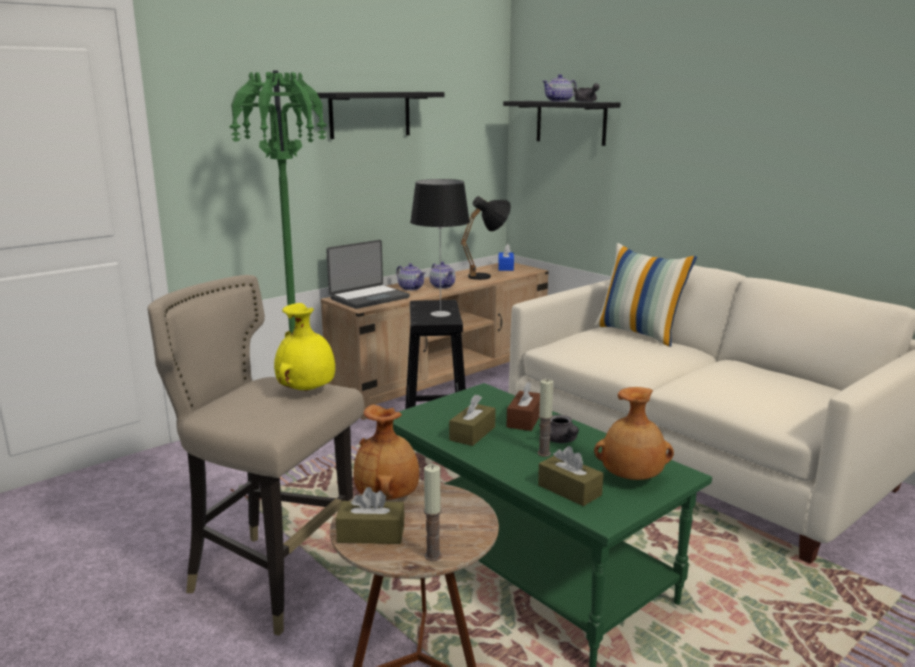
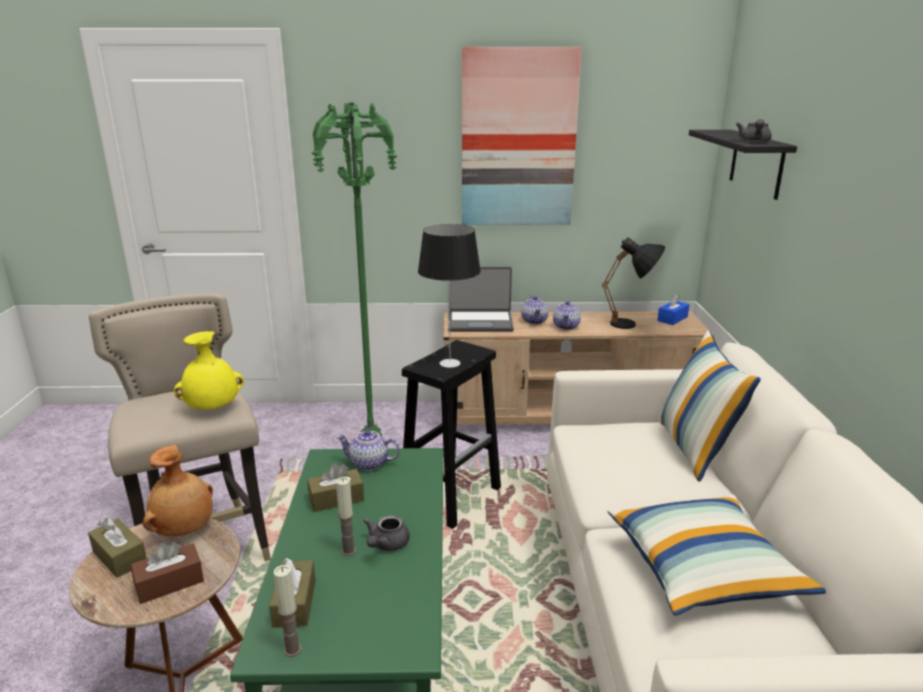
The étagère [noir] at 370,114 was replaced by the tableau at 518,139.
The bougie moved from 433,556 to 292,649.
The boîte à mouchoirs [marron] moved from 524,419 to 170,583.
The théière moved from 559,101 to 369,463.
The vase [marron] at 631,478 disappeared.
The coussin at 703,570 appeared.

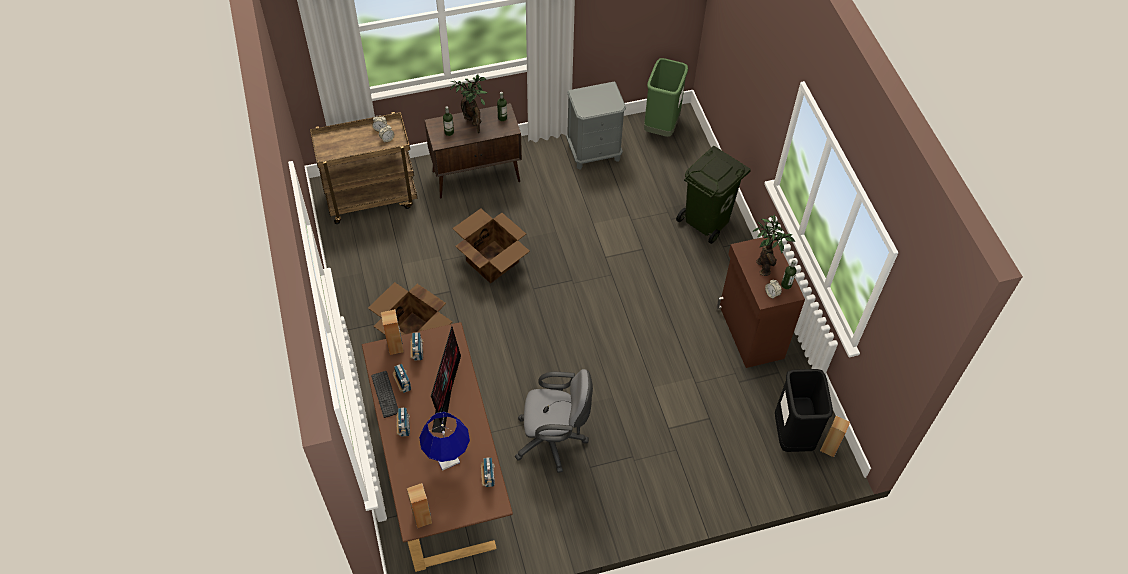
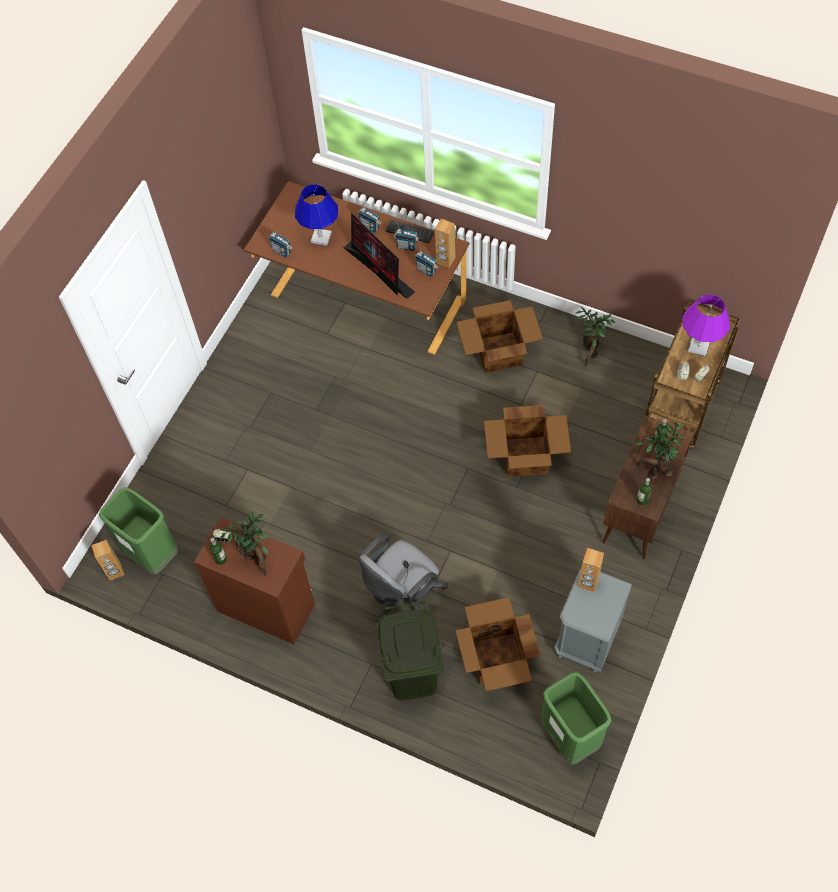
The enceinte [marron] moved from 422,518 to 588,583.
The chaise de bureau [gris] moved from 554,440 to 402,597.
The poubelle [noir] at 792,435 became the poubelle [vert] at 152,554.
The carton at 496,659 appeared.
The plante en pot at 590,353 appeared.
The lampe de table [violet] at 699,347 appeared.

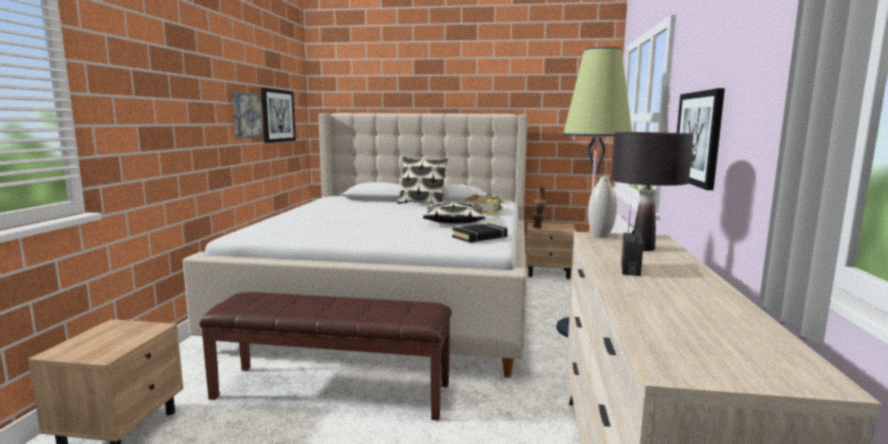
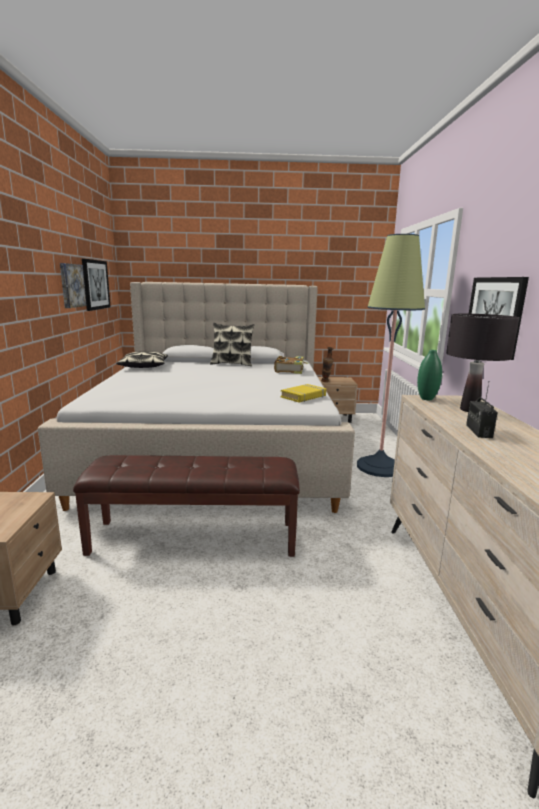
The coussin moved from 454,221 to 144,366.
The livre [noir] at 480,237 became the livre [jaune] at 303,396.
The vase [blanc] at 600,236 became the vase [vert] at 426,399.

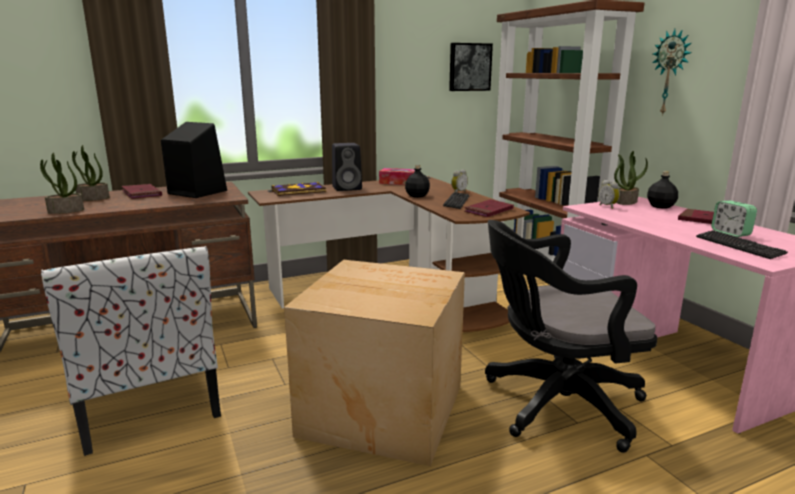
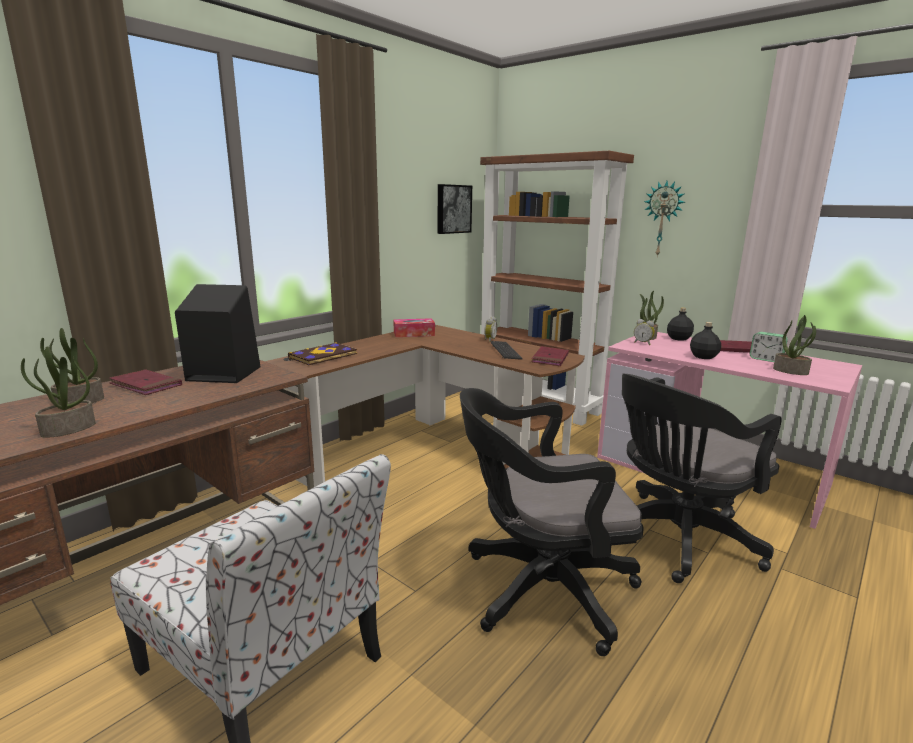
The carton at 381,408 was replaced by the chaise de bureau [noir] at 540,590.
The enceinte [noir] at 348,188 disappeared.
The bouteille [noir] moved from 417,196 to 703,357.
The clavier at 739,246 was replaced by the plante en pot at 791,371.

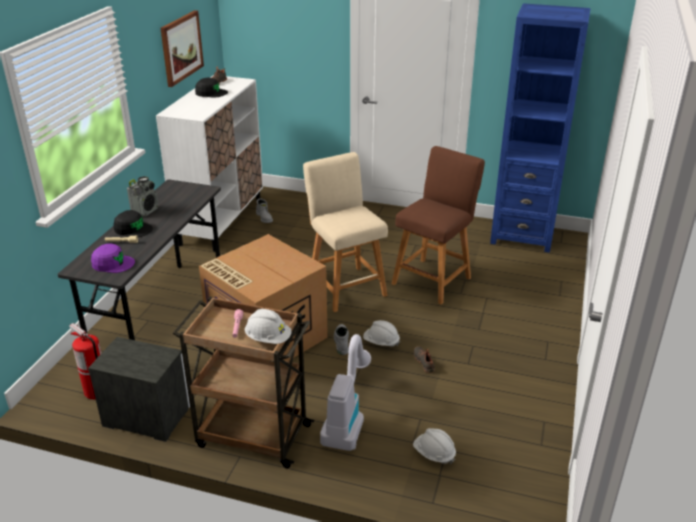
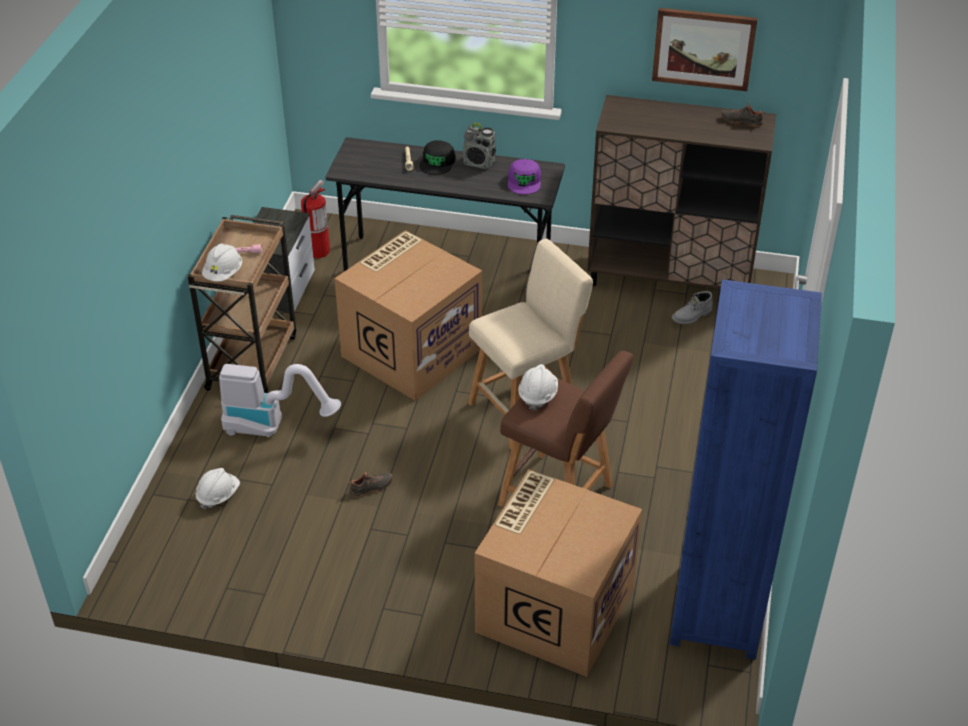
The casquette [violet] moved from 113,263 to 524,181.
The meuble de rangement [blanc] at 221,221 became the meuble de rangement [marron] at 670,278.
The casquette [noir] at 211,93 disappeared.
The botte [gris] at 341,342 disappeared.
The casque de chantier [blanc] moved from 381,342 to 537,395.
The carton at 554,608 appeared.

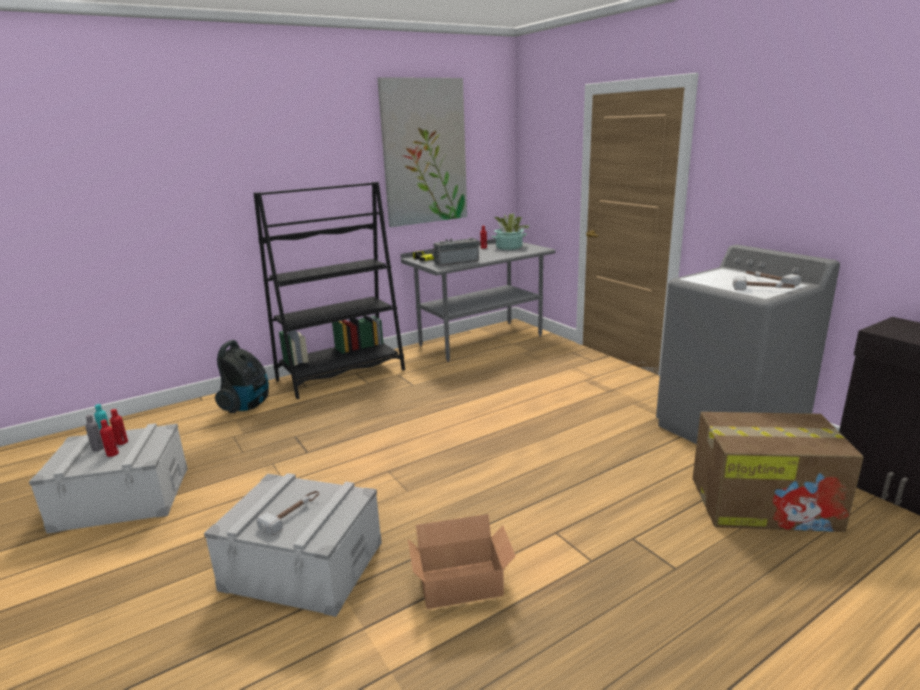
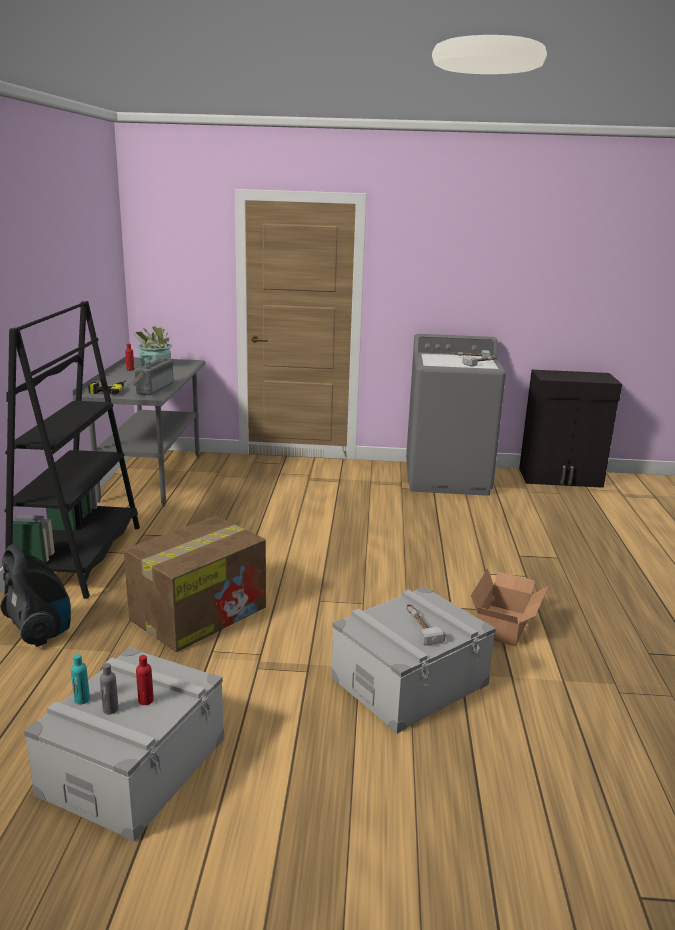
The bouteille [rouge] at 122,442 disappeared.
The tableau at 424,152 disappeared.
The carton moved from 765,503 to 200,612.

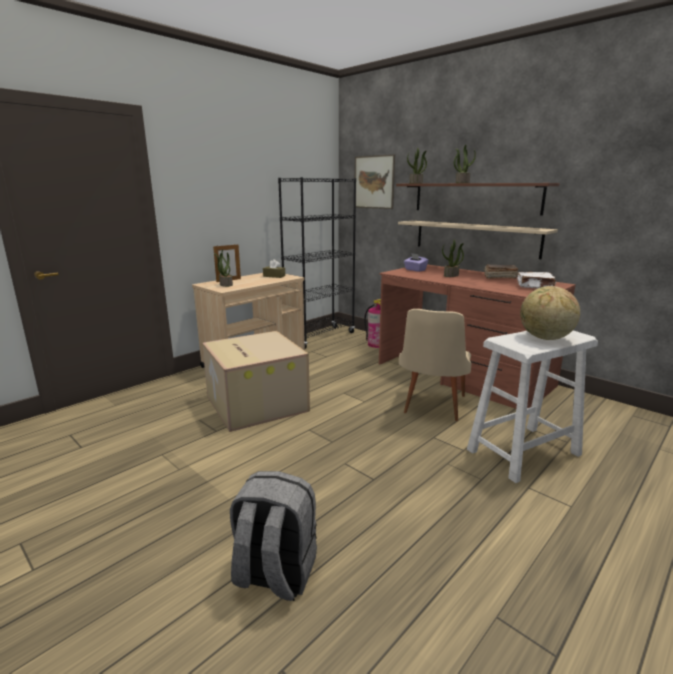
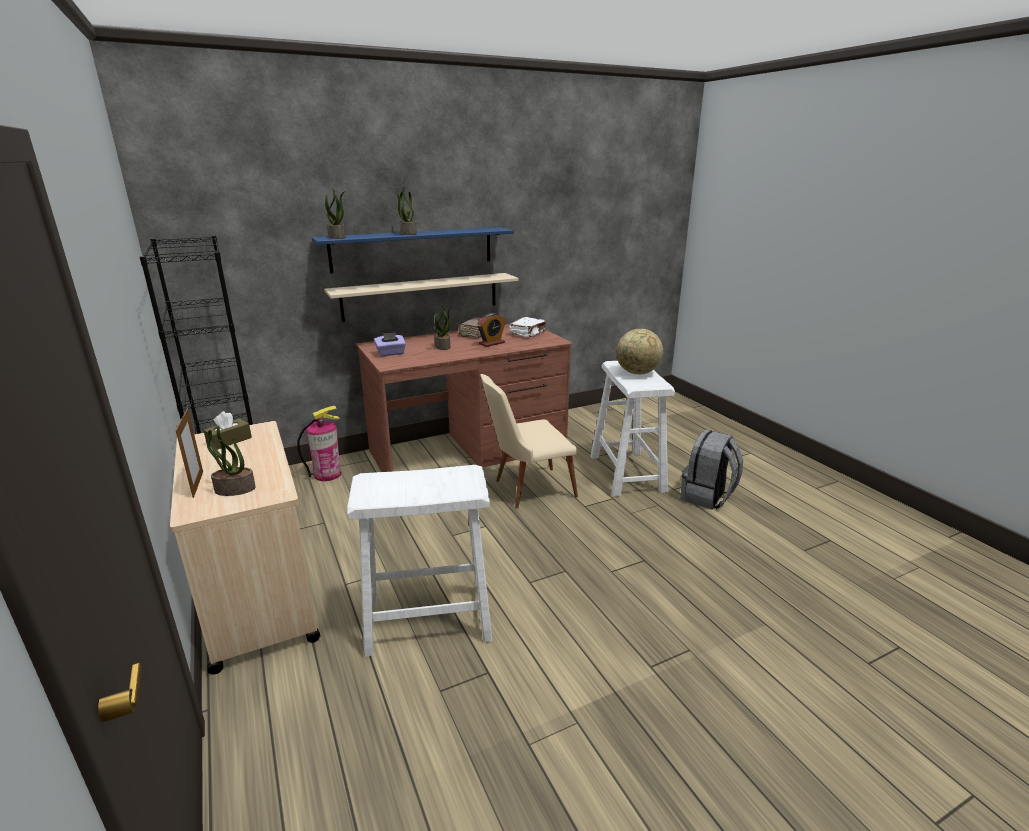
The carton at 255,403 was replaced by the tabouret [blanc] at 427,619.
The sac à dos [gris] moved from 274,574 to 707,497.
The tableau at 374,182 disappeared.
The étagère [marron] at 475,198 became the étagère [bleu] at 413,249.
The chaise [beige] at 432,407 turned 120 degrees clockwise.
The réveil at 492,343 appeared.

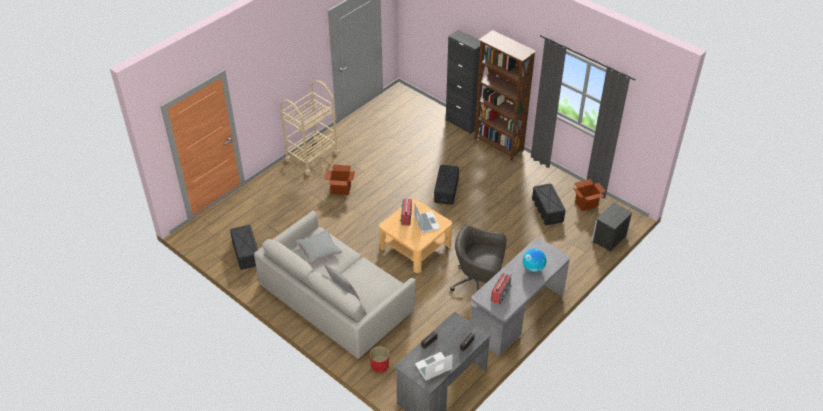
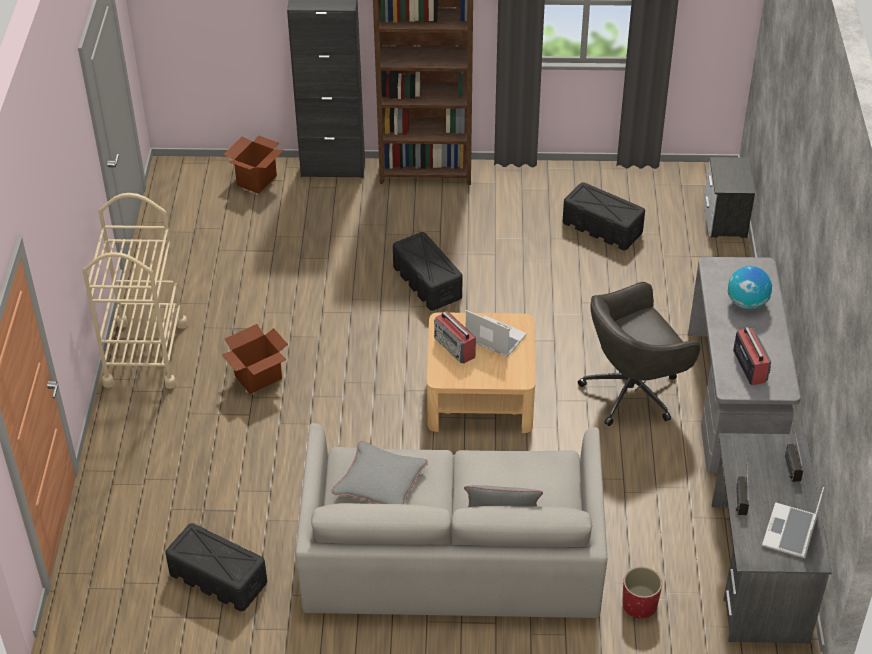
The carton moved from 586,204 to 257,180.

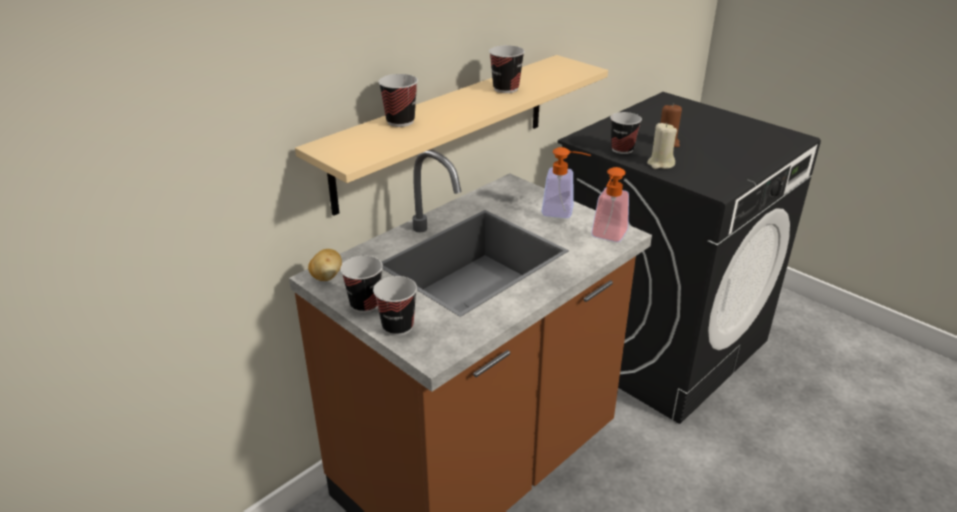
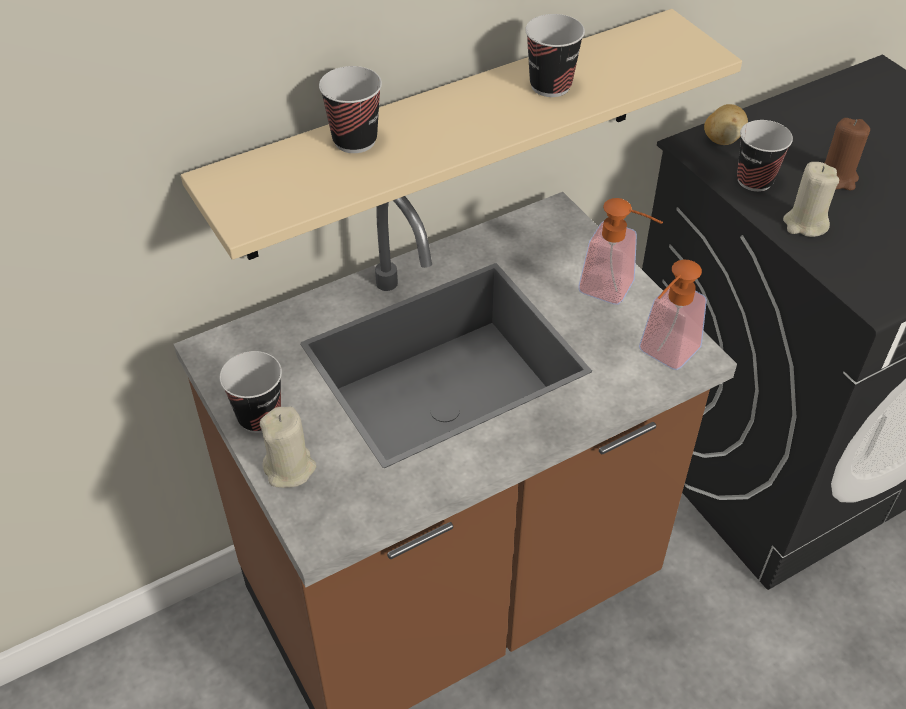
The pomme de terre moved from 327,277 to 722,139.
The tasse at 398,326 was replaced by the bougie [beige] at 290,468.

